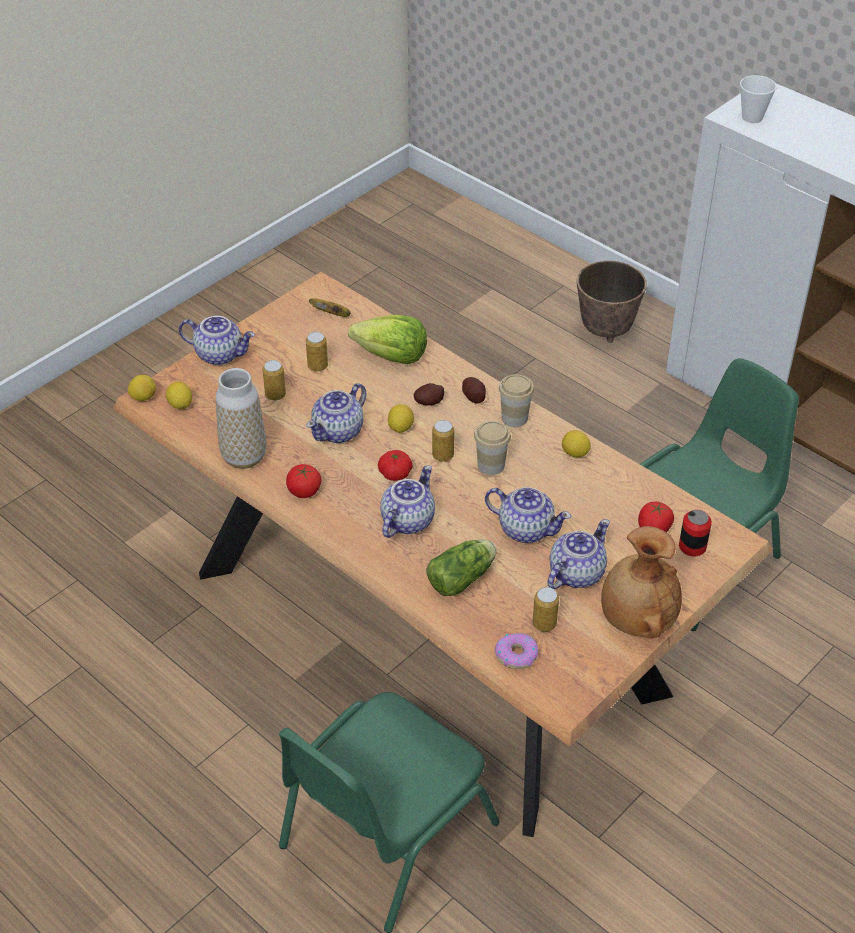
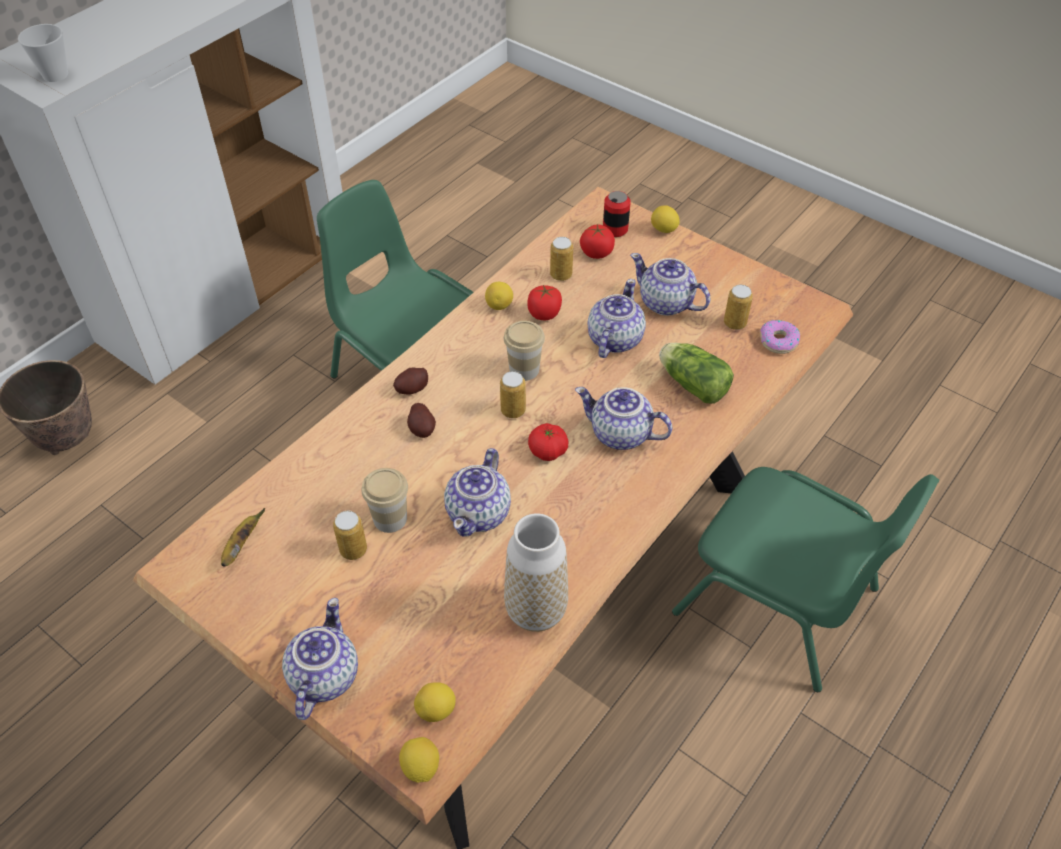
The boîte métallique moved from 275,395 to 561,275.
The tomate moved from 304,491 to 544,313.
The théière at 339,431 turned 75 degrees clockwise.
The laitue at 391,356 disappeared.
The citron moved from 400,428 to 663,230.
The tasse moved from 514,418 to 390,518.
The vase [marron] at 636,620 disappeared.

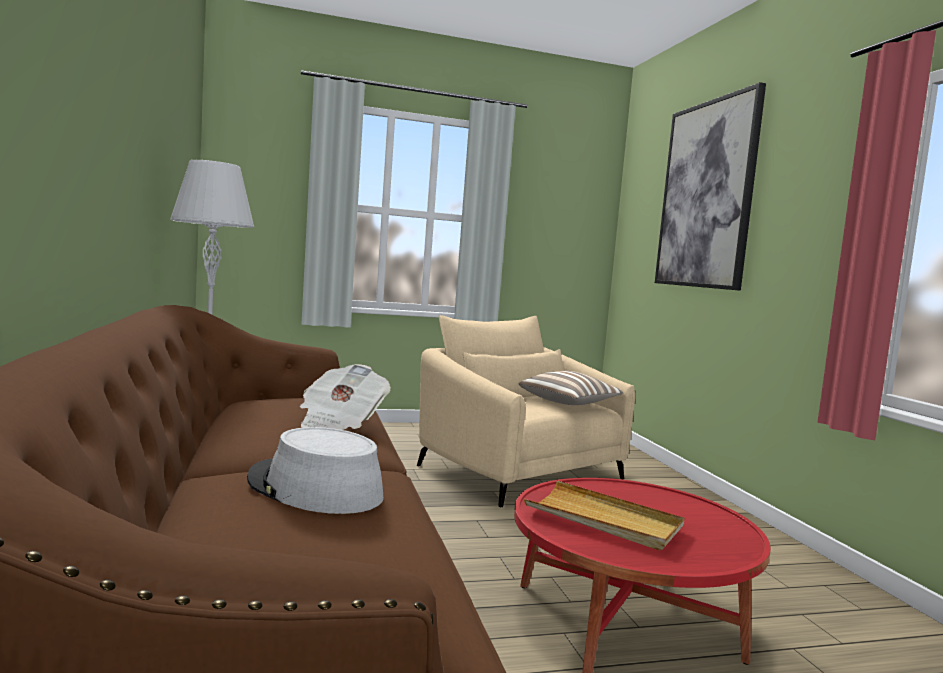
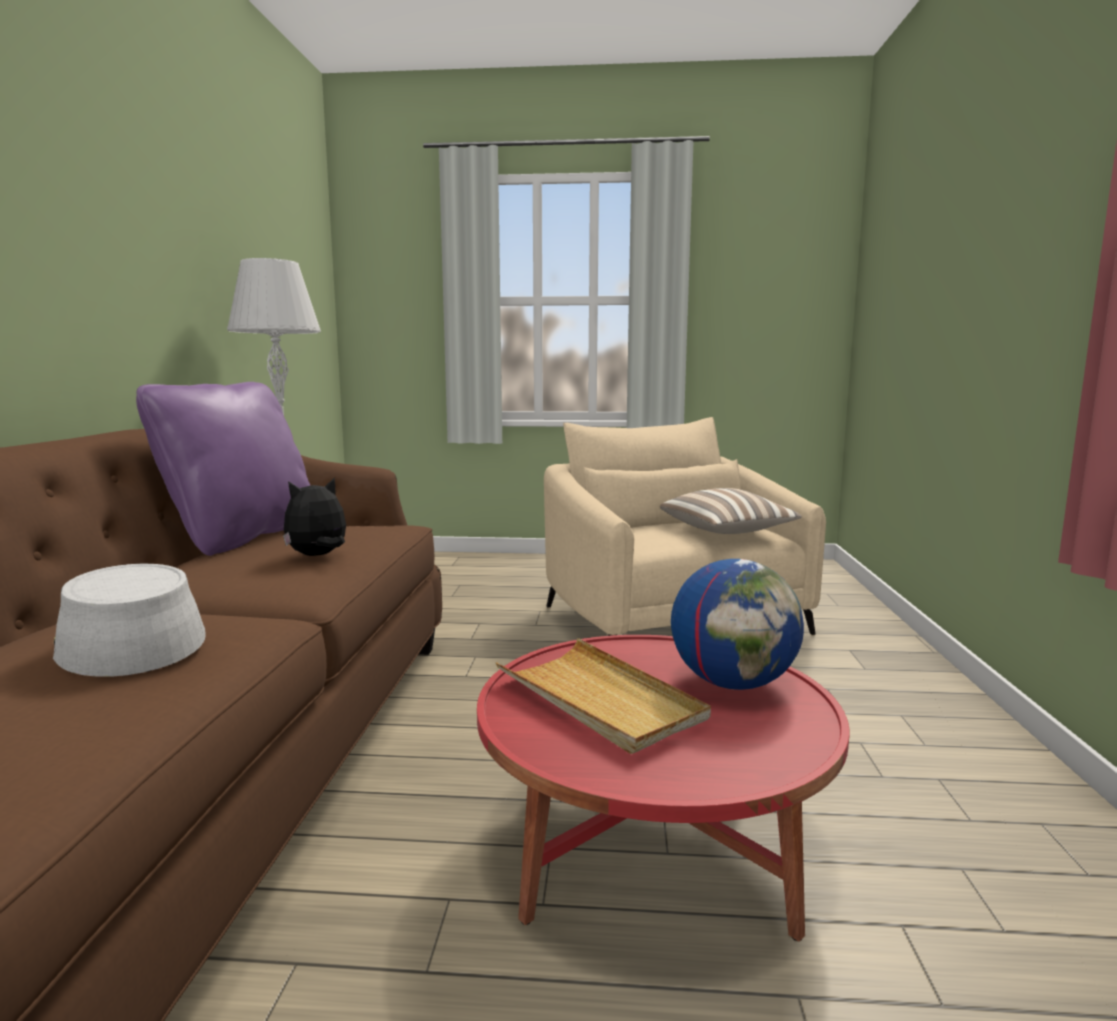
The journal at 340,422 was replaced by the peluche at 318,556.
The tableau at 706,195 disappeared.
The coussin [violet] at 242,537 appeared.
The globe at 733,683 appeared.

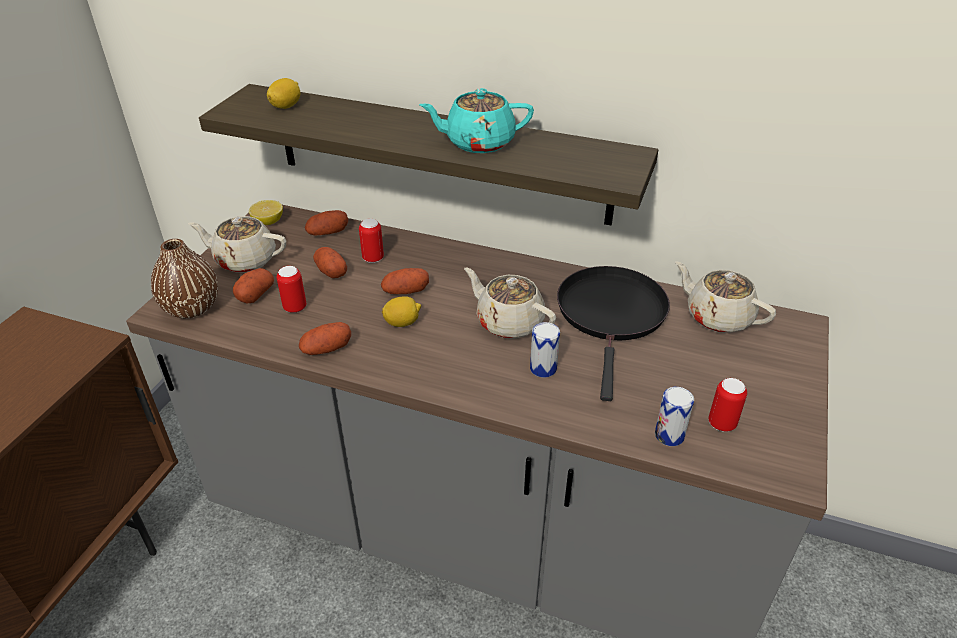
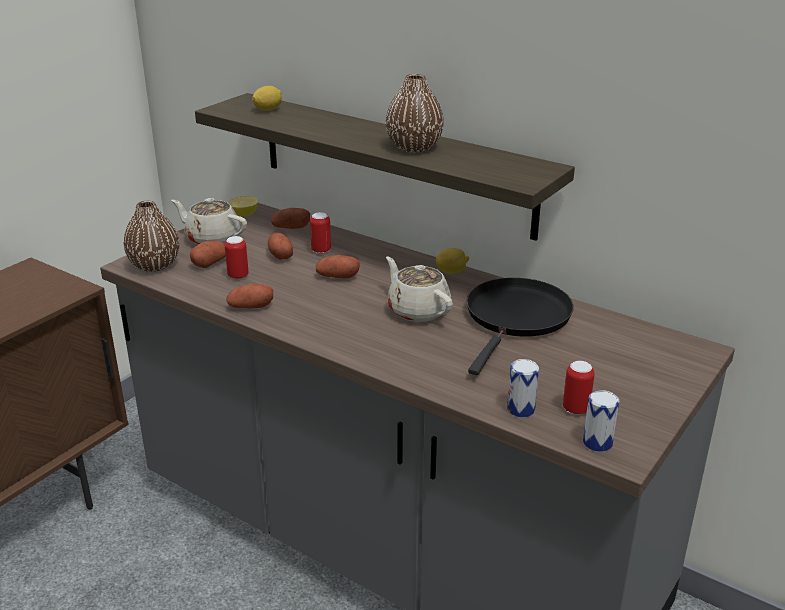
The citron moved from 402,322 to 451,272.
The théière [turquoise] at 478,142 was replaced by the vase [marron] at 414,147.
The boîte métallique moved from 543,368 to 597,443.
The théière [beige] at 717,317 disappeared.

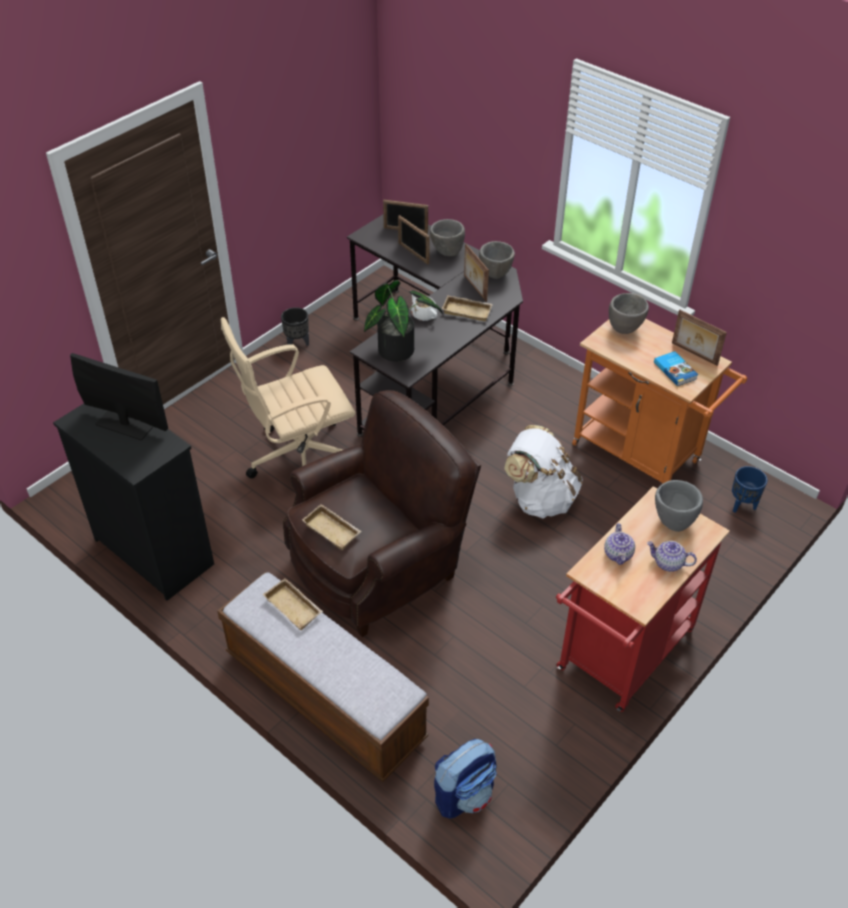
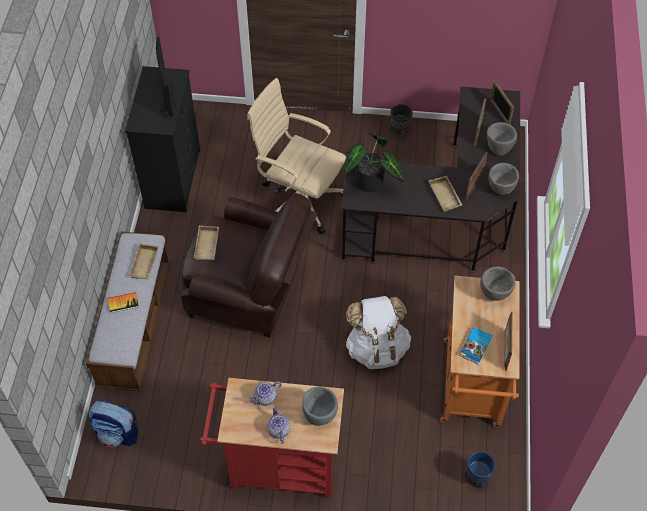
The théière [blanc] at 423,314 disappeared.
The livre at 123,303 appeared.

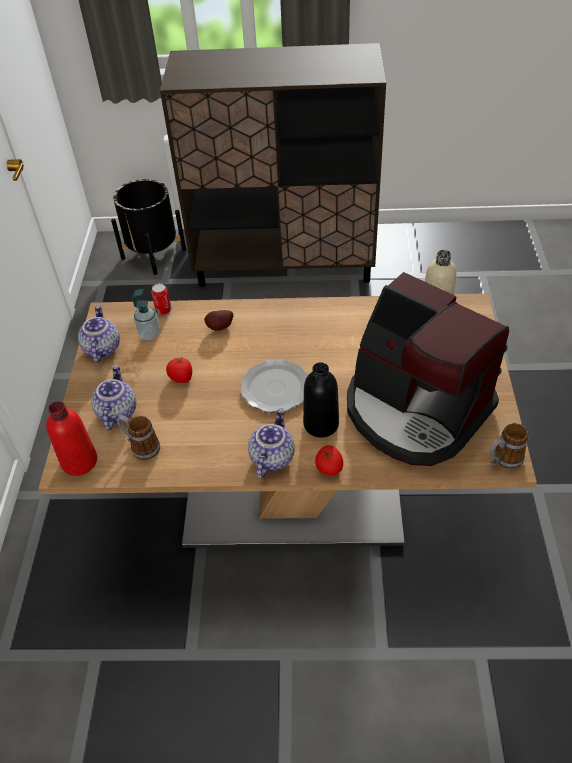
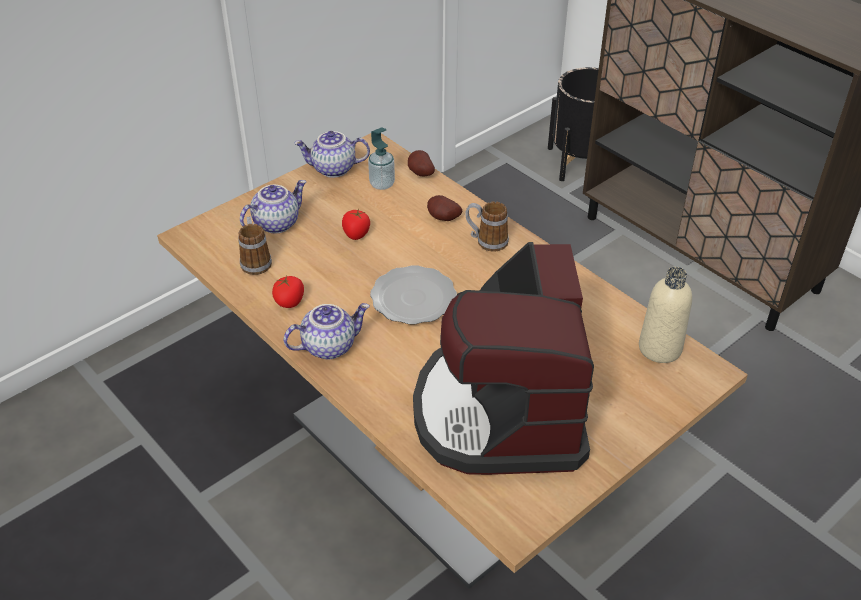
The bouteille [rouge] at 79,461 disappeared.
The théière at 101,348 turned 135 degrees counterclockwise.
The boîte métallique at 163,310 was replaced by the pomme de terre at 419,173.
The bouteille [noir] at 321,424 disappeared.
The tomate moved from 329,467 to 289,302.
The mug moved from 503,460 to 486,241.

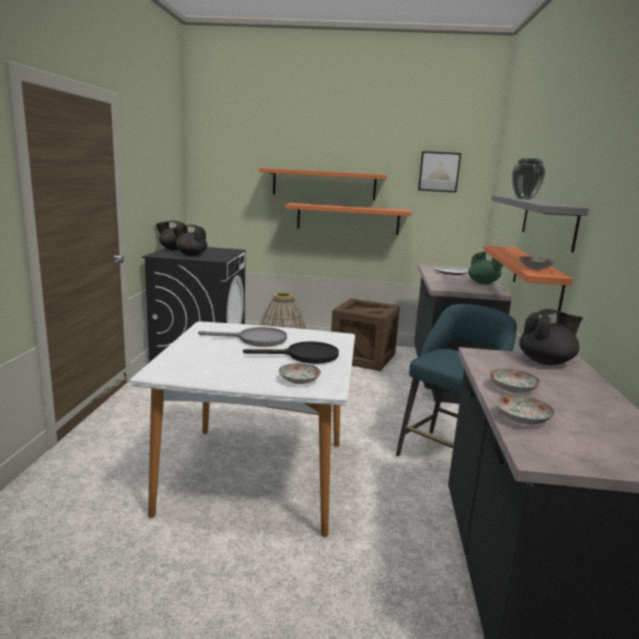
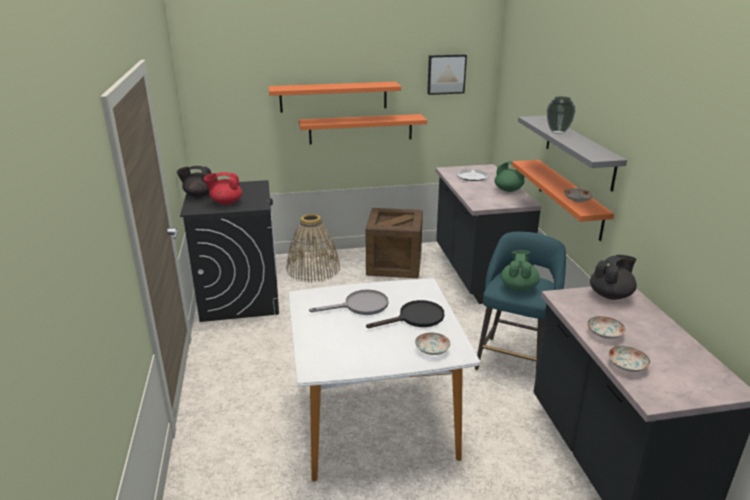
The théière [noir] at 191,255 became the théière [rouge] at 226,202.
The théière [vert] at 518,287 appeared.

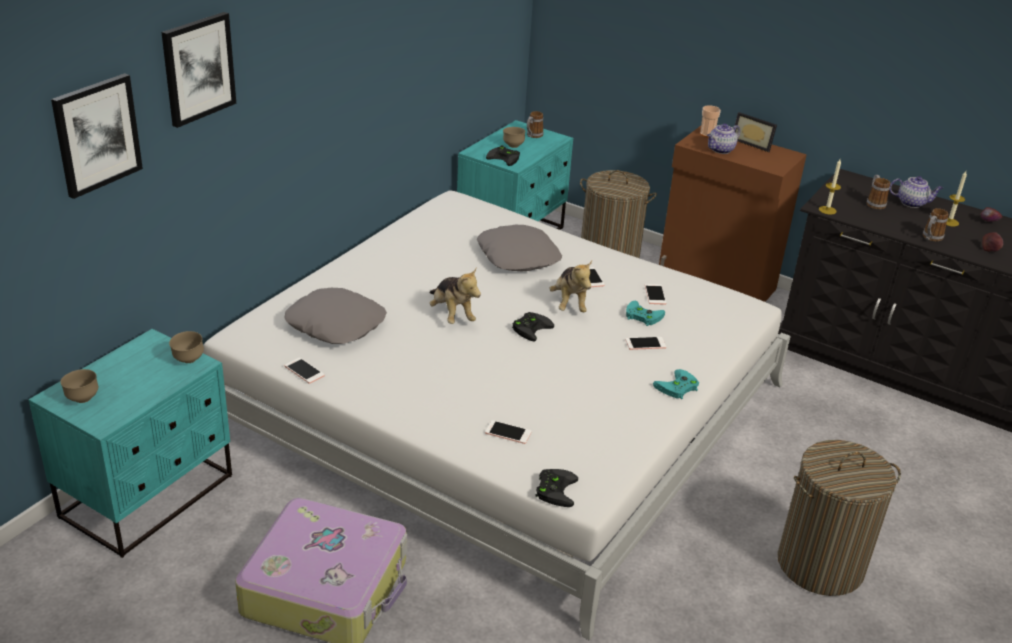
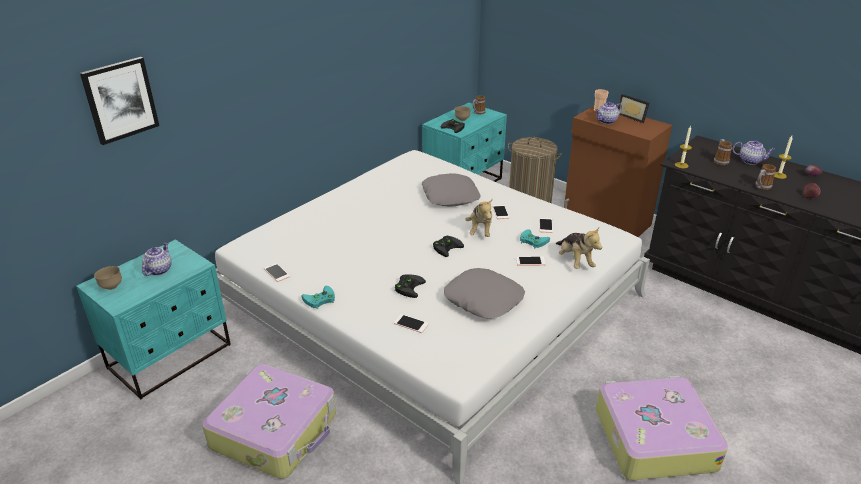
The tableau at 198,68 disappeared.
The bol [marron] at 188,360 disappeared.
The coussin [gris] moved from 336,324 to 484,299.
The peluche moved from 452,315 to 574,261.
The manette [noir] moved from 554,489 to 408,287.
The manette [turquoise] moved from 677,388 to 319,300.
The panier à linge at 820,564 was replaced by the valise at 653,437.
The théière at 159,269 appeared.

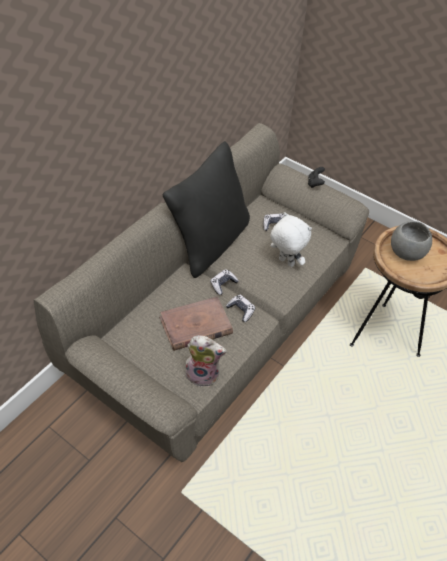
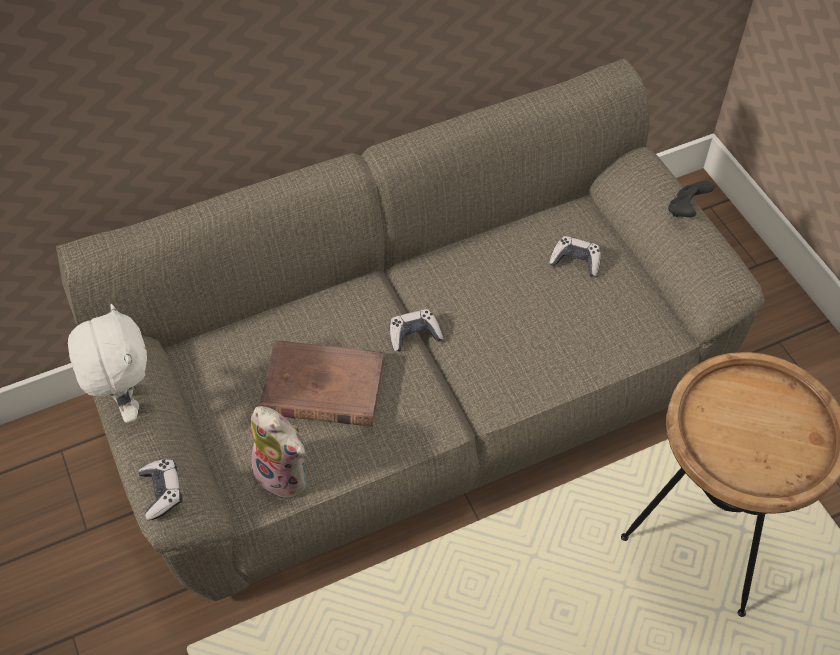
The coussin [noir] at 210,243 disappeared.
The manette moved from 241,310 to 162,492.
The peluche [blanc] moved from 285,262 to 125,401.
The bol [gris] at 406,253 disappeared.

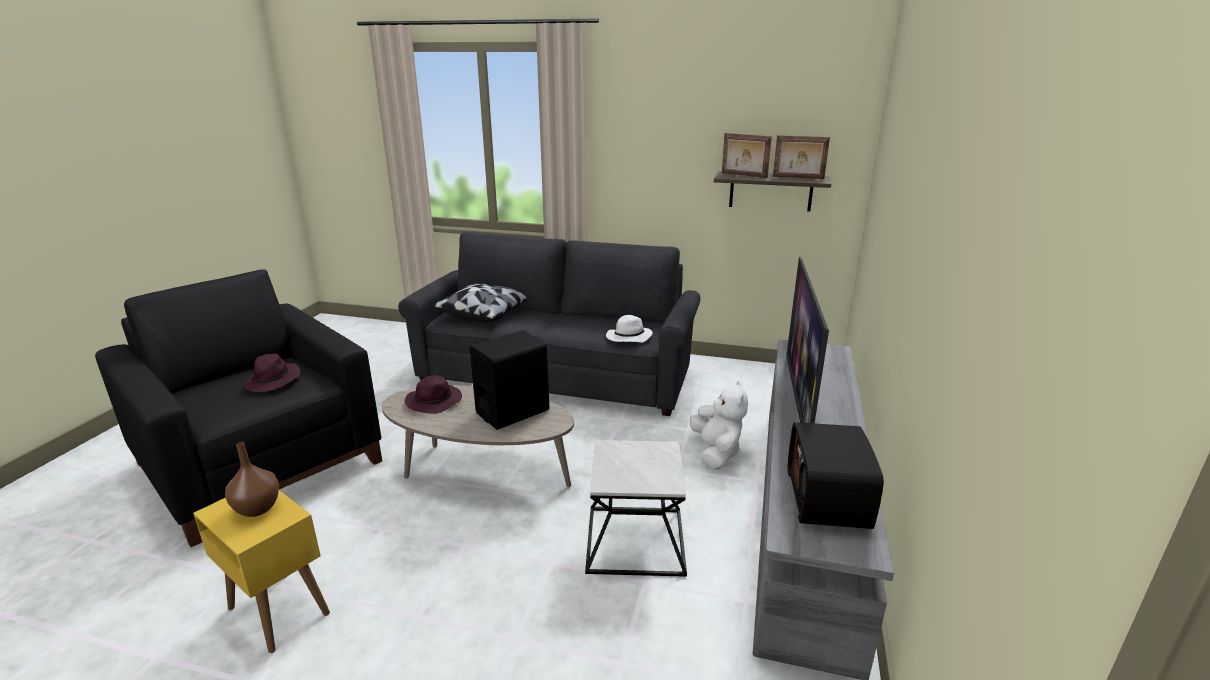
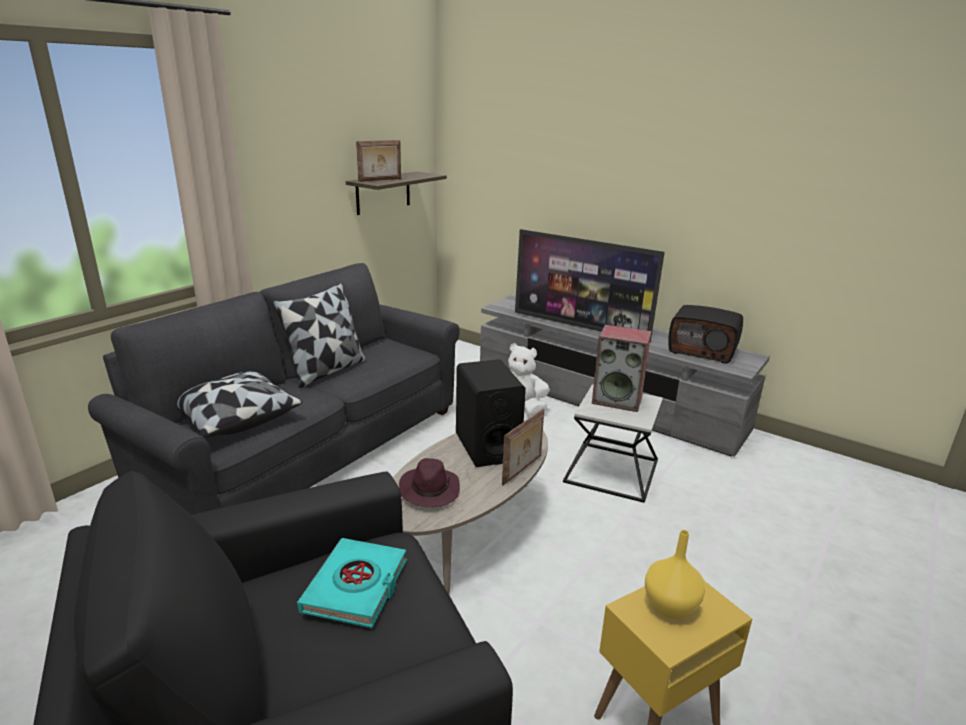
The vase [marron] at 258,509 became the vase [jaune] at 671,606.
The chapeau [violet] at 273,381 was replaced by the livre [turquoise] at 356,587.
The chapeau [blanc] at 628,338 disappeared.
The cadre photo moved from 798,178 to 523,470.
The coussin at 326,370 appeared.
The enceinte at 618,400 appeared.

